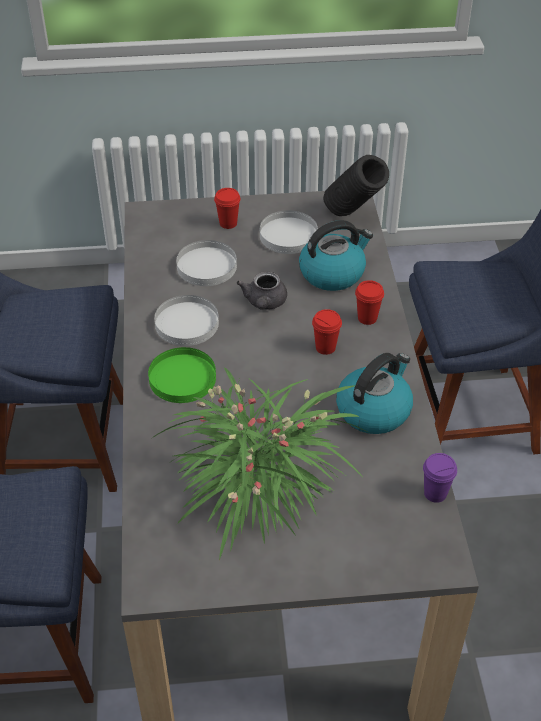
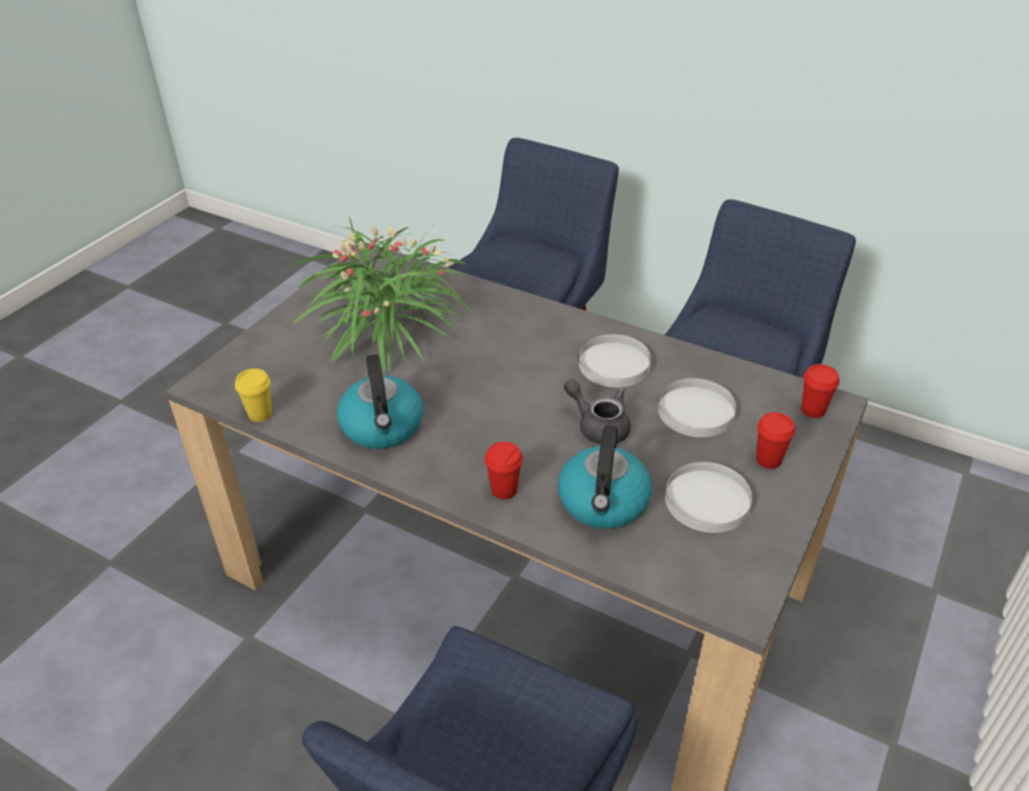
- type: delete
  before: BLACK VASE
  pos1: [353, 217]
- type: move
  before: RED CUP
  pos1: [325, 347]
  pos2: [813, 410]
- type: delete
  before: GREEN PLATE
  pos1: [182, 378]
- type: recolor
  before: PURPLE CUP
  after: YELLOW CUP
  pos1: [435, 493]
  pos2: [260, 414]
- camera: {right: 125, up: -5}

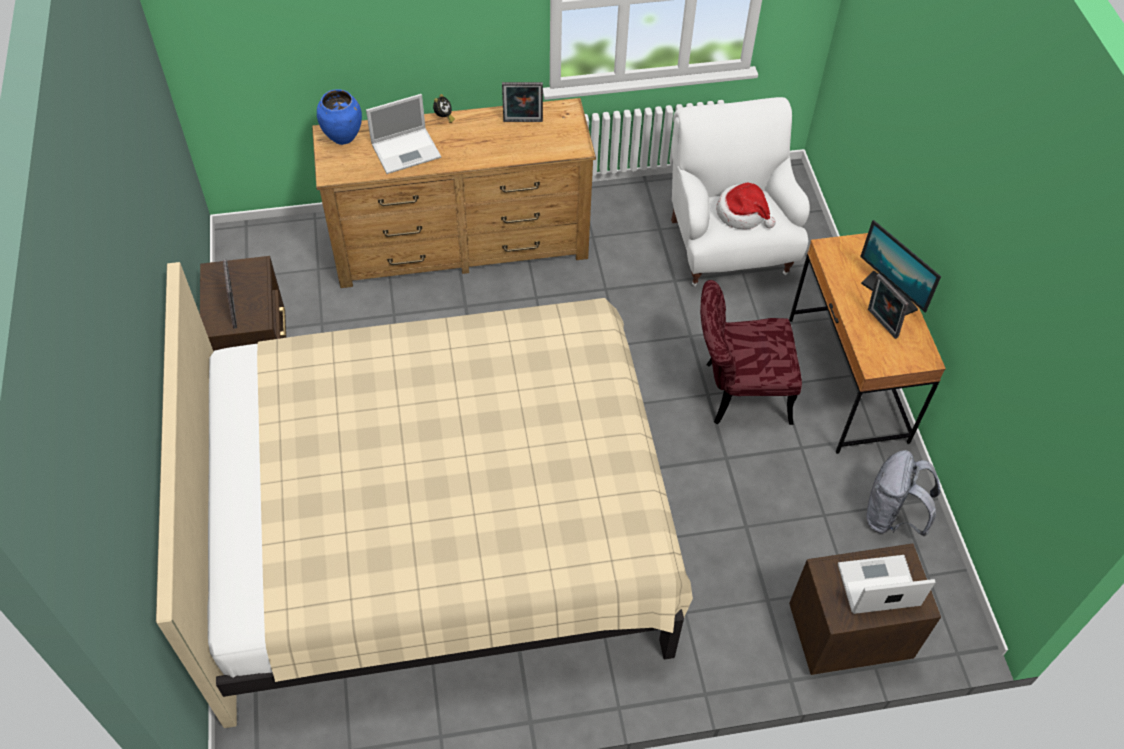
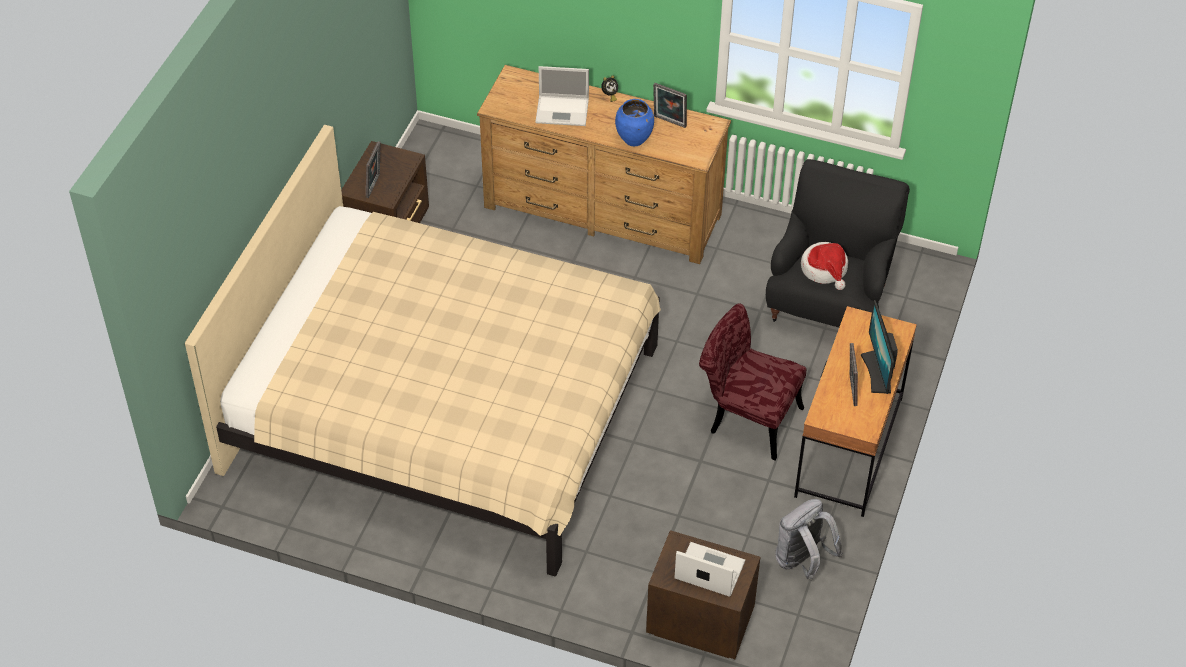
- type: move
  before: BLUE VASE
  pos1: [343, 137]
  pos2: [634, 140]
- type: recolor
  before: WHITE ARMCHAIR
  after: BLACK ARMCHAIR
  pos1: [728, 245]
  pos2: [829, 301]
- camera: {right: 30, up: -5}

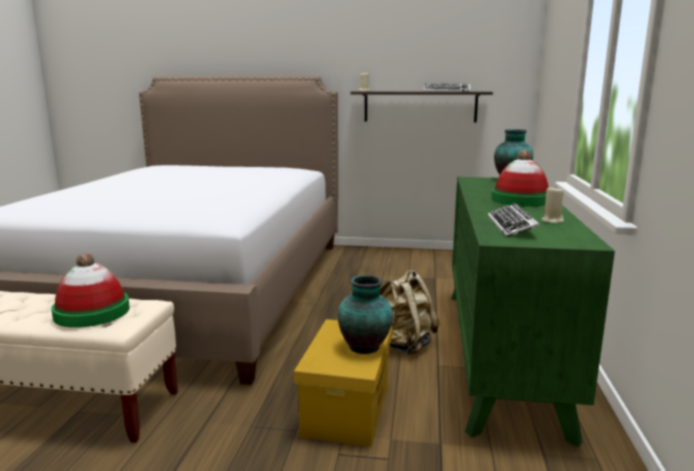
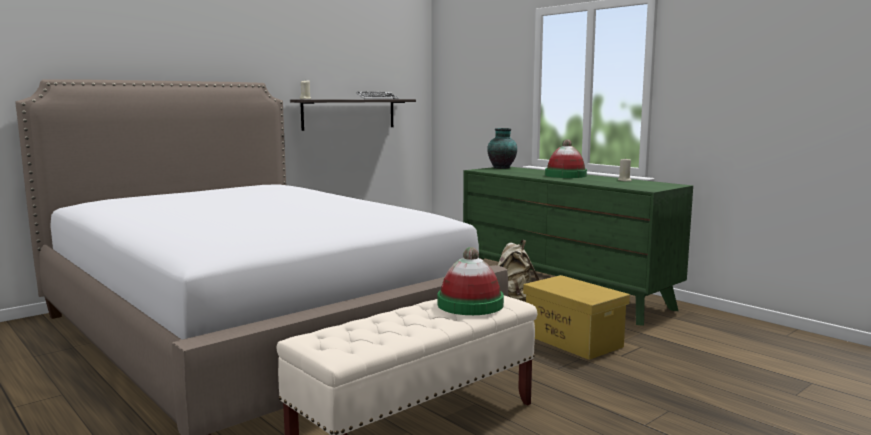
- type: delete
  before: KEYBOARD
  pos1: [511, 226]
- type: delete
  before: VASE
  pos1: [366, 347]
- camera: {right: -50, up: -5}

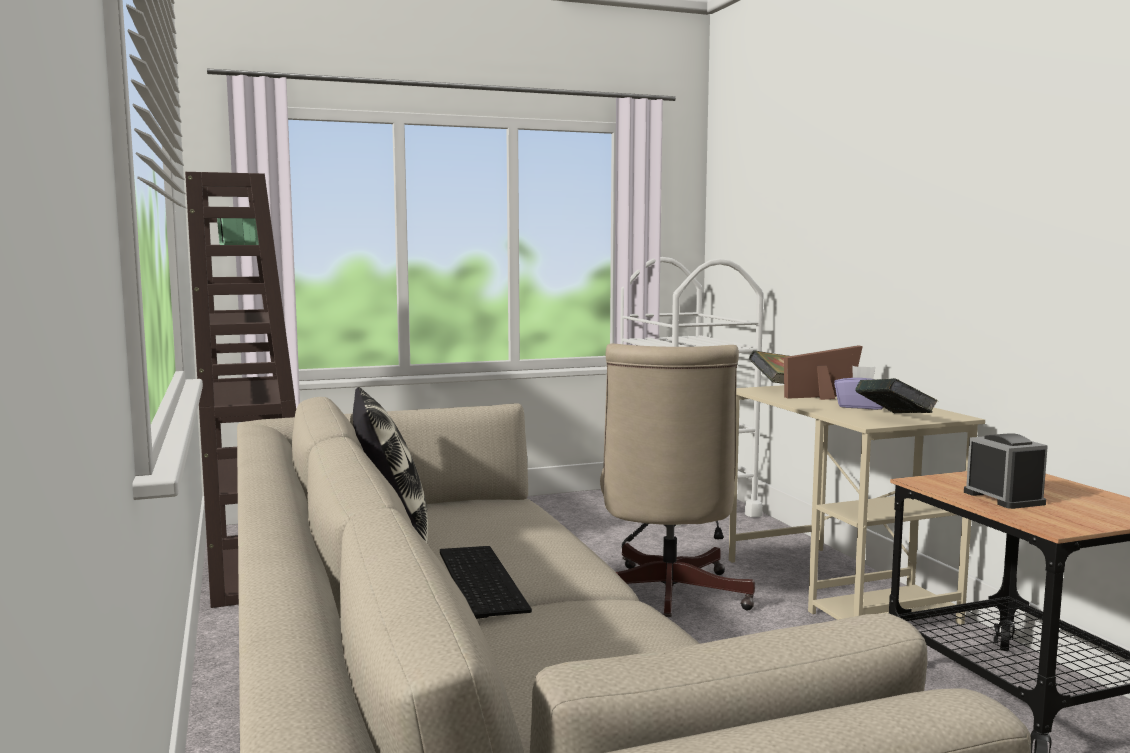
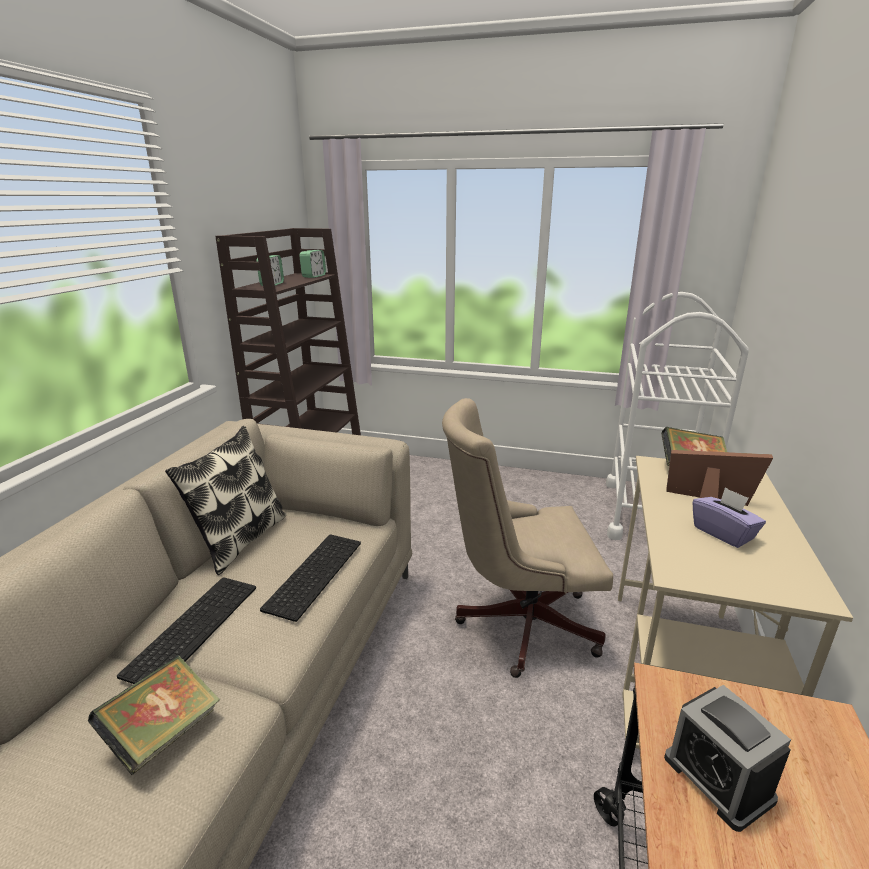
- type: rotate
  before: BEIGE OFFICE CHAIR
  pos1: [666, 599]
  pos2: [518, 622]
  turn: 45
- type: move
  before: BOOK
  pos1: [894, 419]
  pos2: [164, 733]
- type: rotate
  before: ALARM CLOCK
  pos1: [1003, 498]
  pos2: [717, 778]
  turn: 135
- type: insert
  after: KEYBOARD
  pos2: [313, 573]
- camera: {right: 35, up: 15}

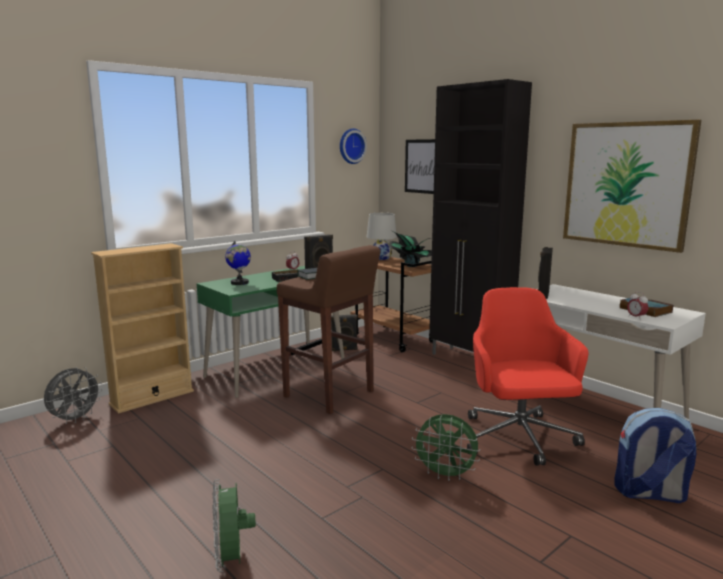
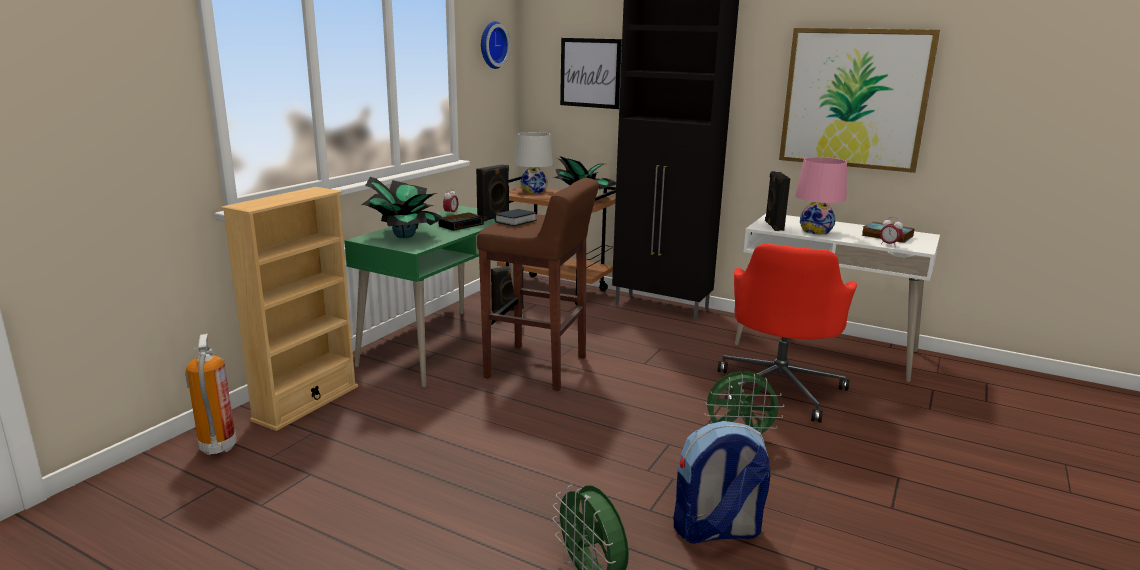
- type: replace
  before: GLOBE
  after: POTTED PLANT
  pos1: [239, 283]
  pos2: [405, 235]
- type: rotate
  before: RED OFFICE CHAIR
  pos1: [518, 439]
  pos2: [779, 389]
  turn: -135
- type: replace
  before: GREY FAN
  after: FIRE EXTINGUISHER
  pos1: [75, 419]
  pos2: [218, 448]
- type: move
  before: BACKPACK
  pos1: [649, 494]
  pos2: [716, 531]
- type: insert
  after: PINK TABLE LAMP
  pos2: [816, 231]
- camera: {right: -20, up: 5}

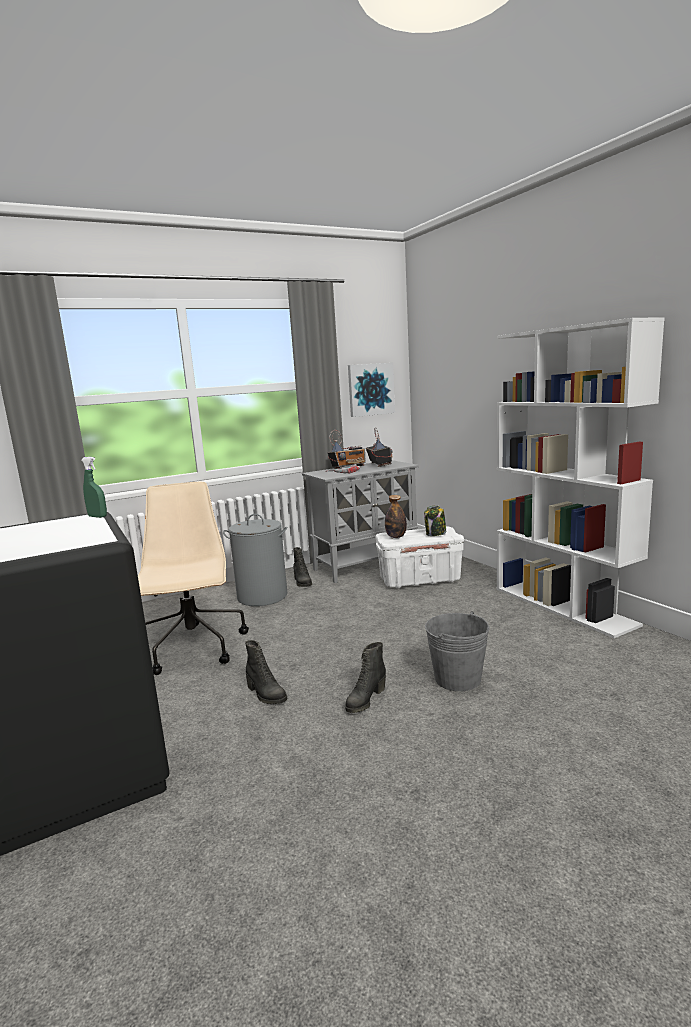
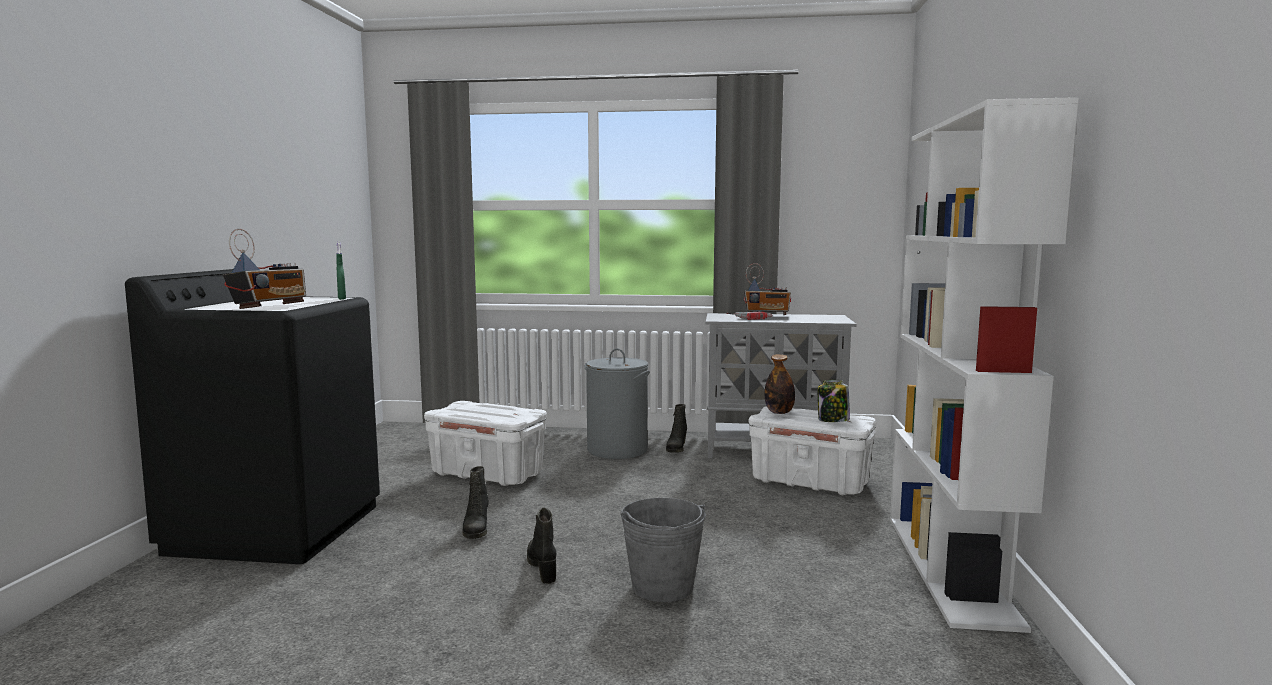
- type: delete
  before: PICTURE
  pos1: [370, 389]
- type: move
  before: RADIO
  pos1: [379, 464]
  pos2: [270, 306]
- type: replace
  before: BEIGE OFFICE CHAIR
  after: WHITE STORAGE BOX
  pos1: [194, 648]
  pos2: [488, 474]
- type: rotate
  before: BLACK BOOT
  pos1: [365, 700]
  pos2: [543, 567]
  turn: 90
- camera: {right: 35, up: -5}

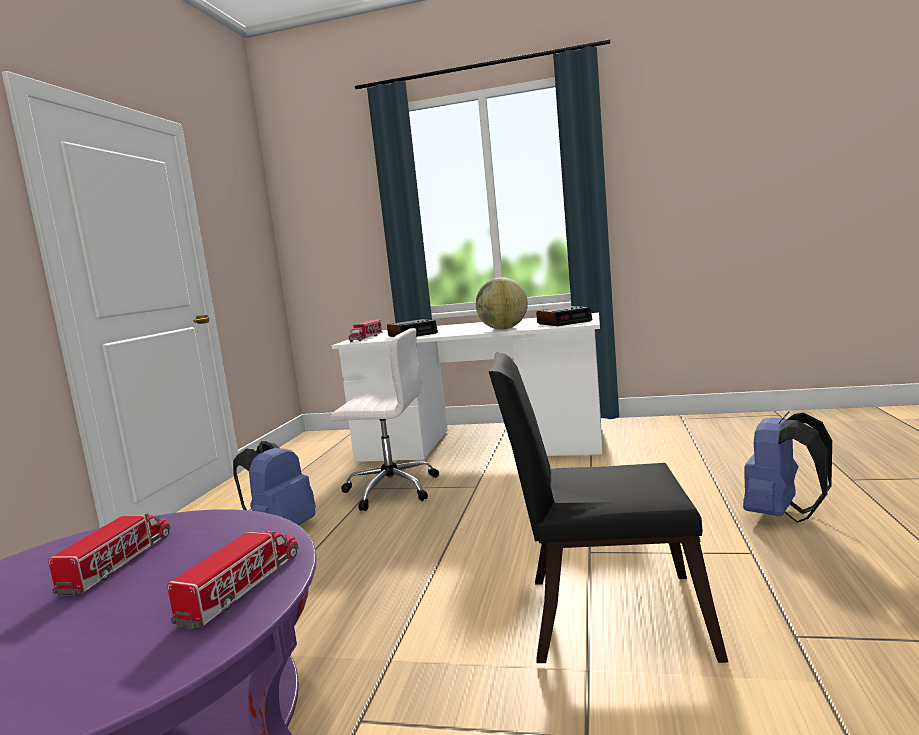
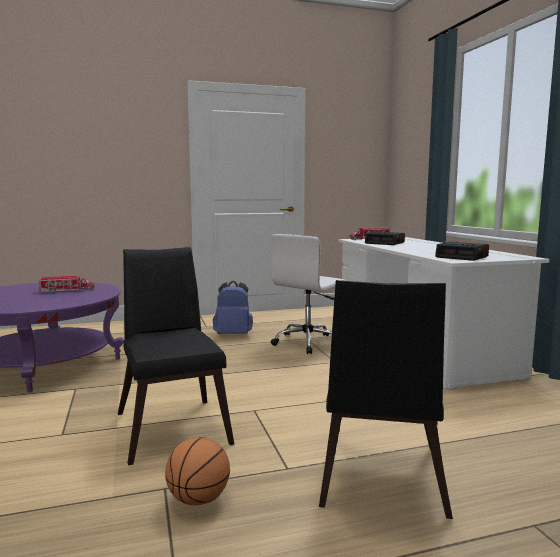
- type: delete
  before: GLOBE
  pos1: [503, 329]
- type: rotate
  before: WHITE OFFICE CHAIR
  pos1: [390, 489]
  pos2: [308, 342]
  turn: 60
- type: replace
  before: BLUE BACKPACK
  after: BLACK CHAIR
  pos1: [782, 515]
  pos2: [379, 480]
- type: delete
  before: TOY TRUCK
  pos1: [243, 587]
- type: insert
  after: BASKETBALL
  pos2: [198, 499]
- camera: {right: 60, up: 0}

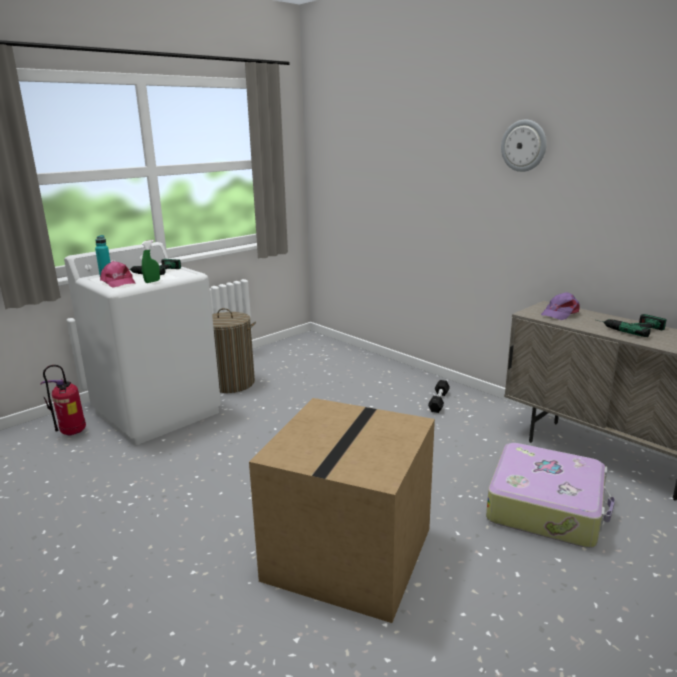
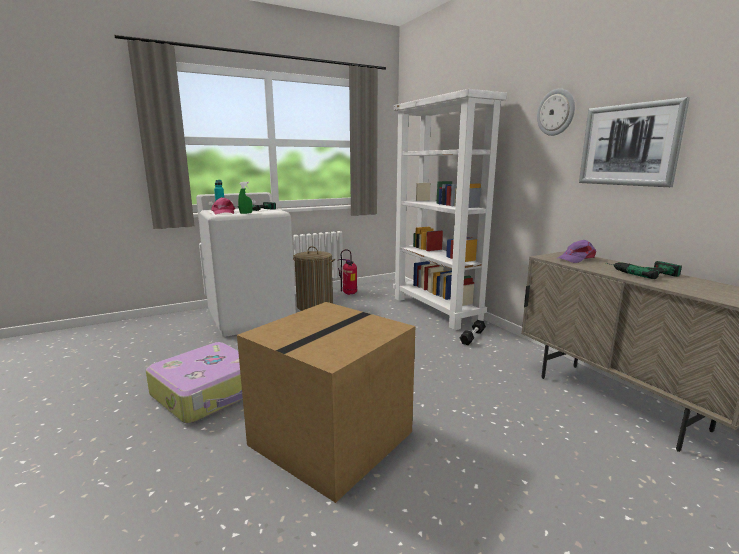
- type: move
  before: FIRE EXTINGUISHER
  pos1: [72, 433]
  pos2: [349, 294]
- type: move
  before: SUITCASE
  pos1: [546, 506]
  pos2: [208, 393]
- type: insert
  after: WHITE BOOKCASE
  pos2: [436, 310]
- type: insert
  after: PICTURE
  pos2: [629, 145]
- camera: {right: 15, up: -5}

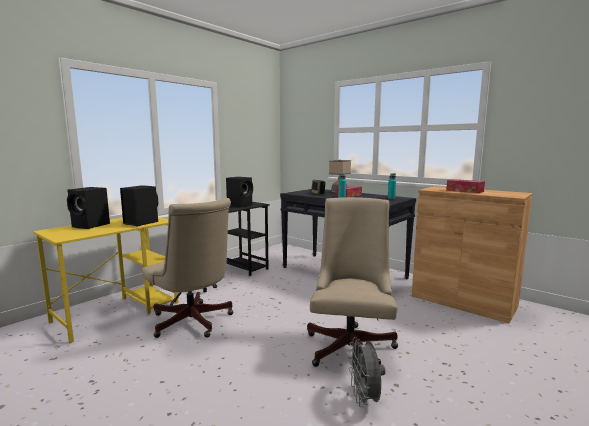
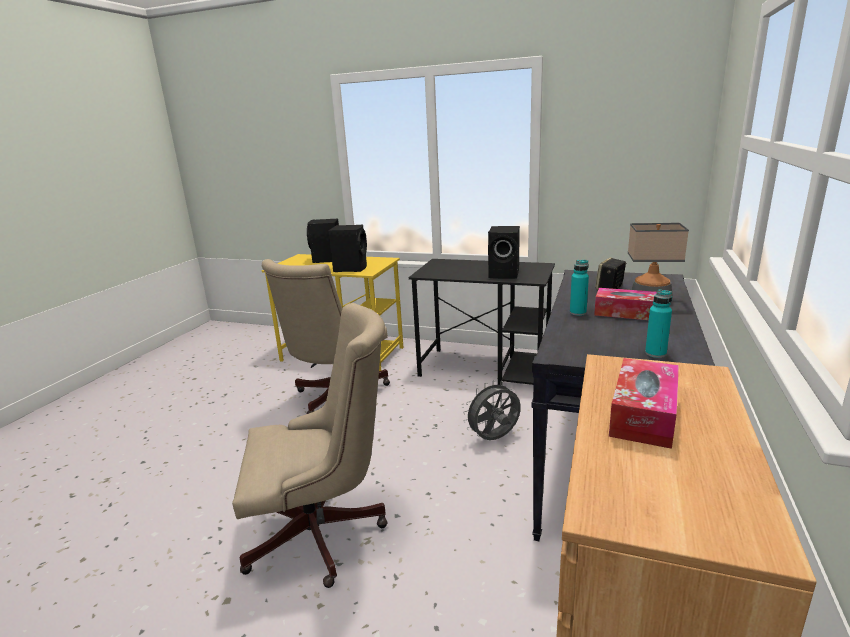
- type: move
  before: GREY FAN
  pos1: [365, 399]
  pos2: [494, 439]
- camera: {right: 70, up: 10}

